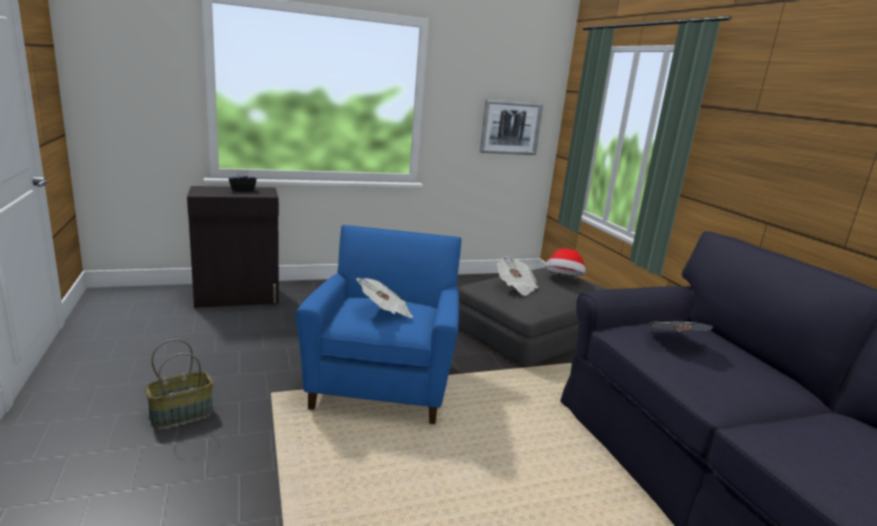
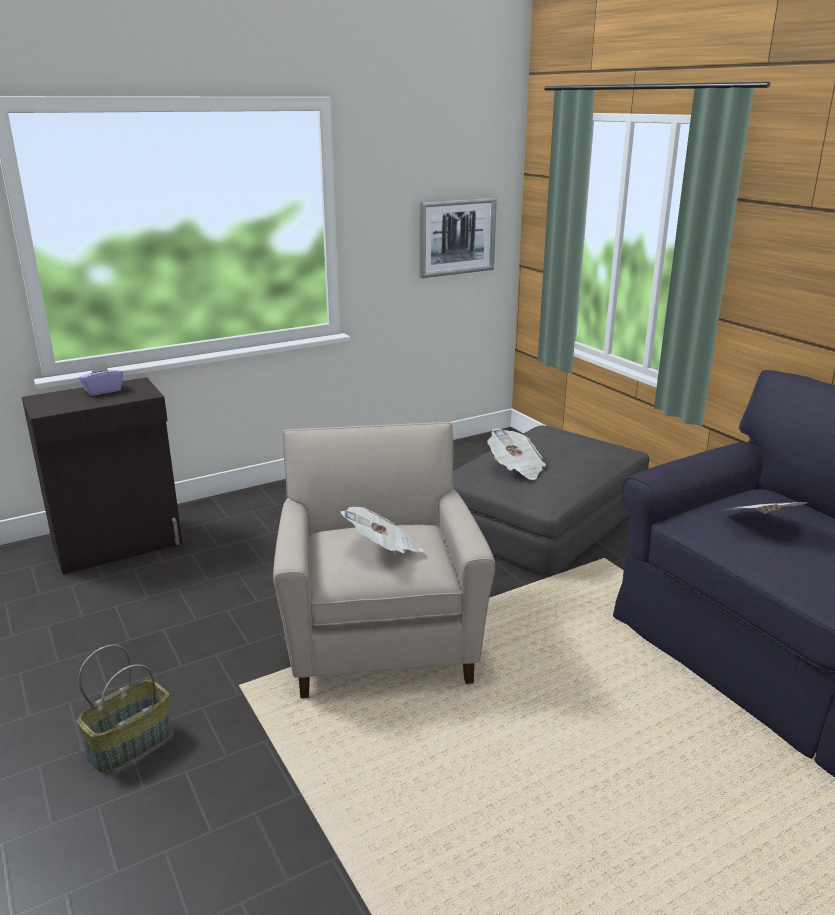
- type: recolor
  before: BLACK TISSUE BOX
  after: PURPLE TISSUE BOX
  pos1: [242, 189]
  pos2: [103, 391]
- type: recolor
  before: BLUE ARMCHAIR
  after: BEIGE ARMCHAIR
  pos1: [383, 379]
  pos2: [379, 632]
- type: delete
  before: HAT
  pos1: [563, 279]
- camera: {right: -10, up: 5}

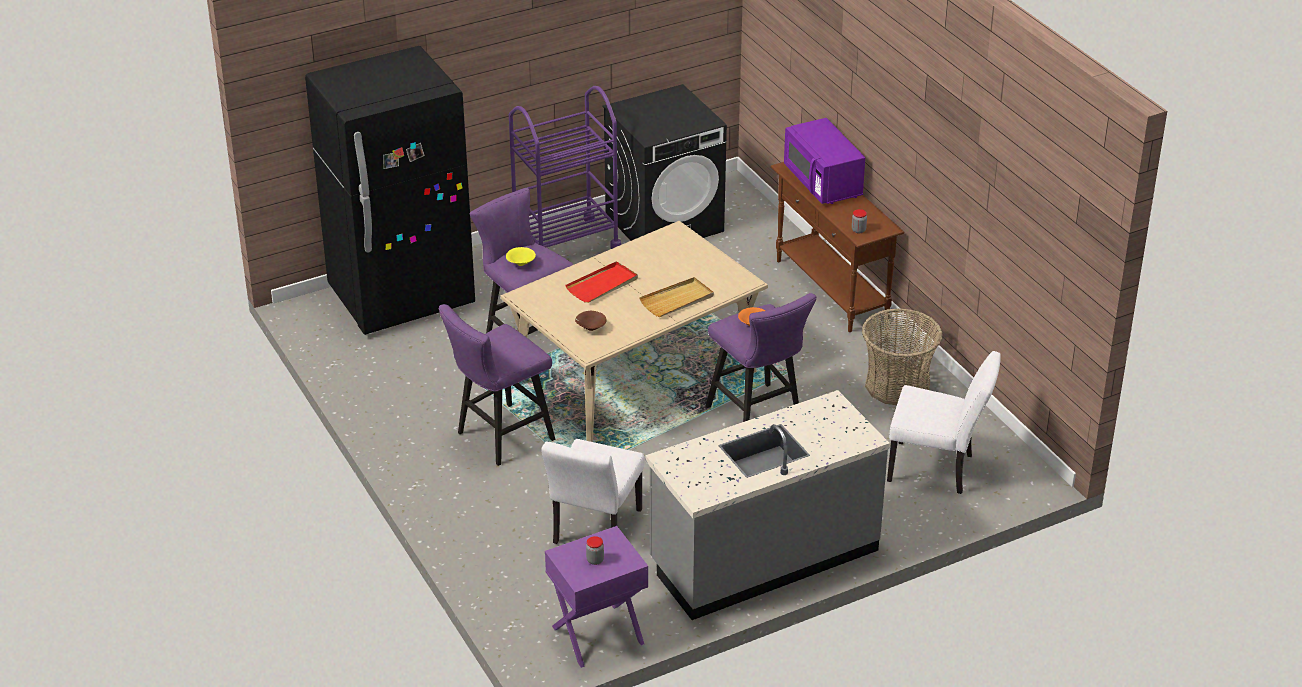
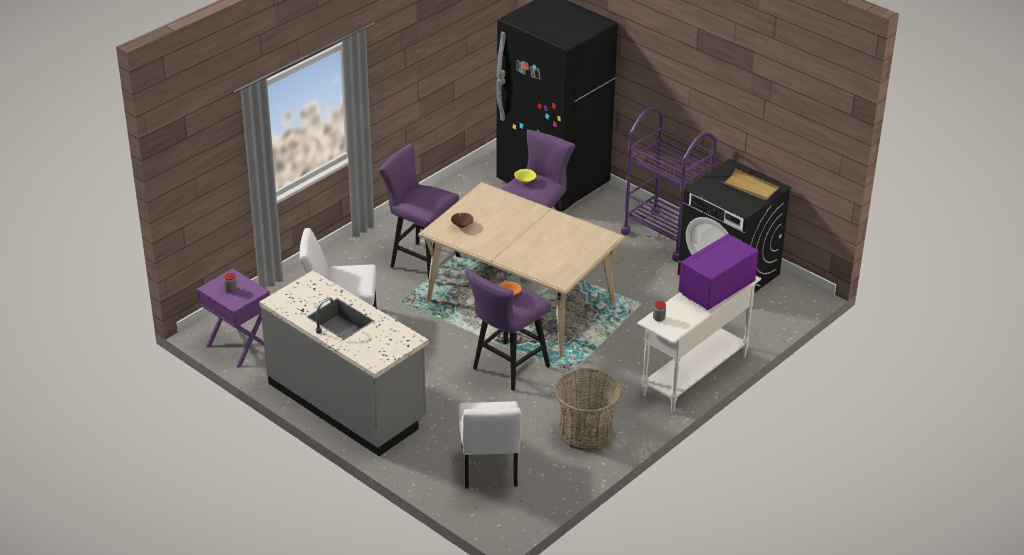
- type: recolor
  before: BROWN CONSOLE TABLE
  after: WHITE CONSOLE TABLE
  pos1: [831, 290]
  pos2: [693, 375]
- type: delete
  before: RED TRAY
  pos1: [602, 285]
- type: move
  before: BEIGE TRAY
  pos1: [677, 300]
  pos2: [750, 187]
- camera: {right: 70, up: 0}

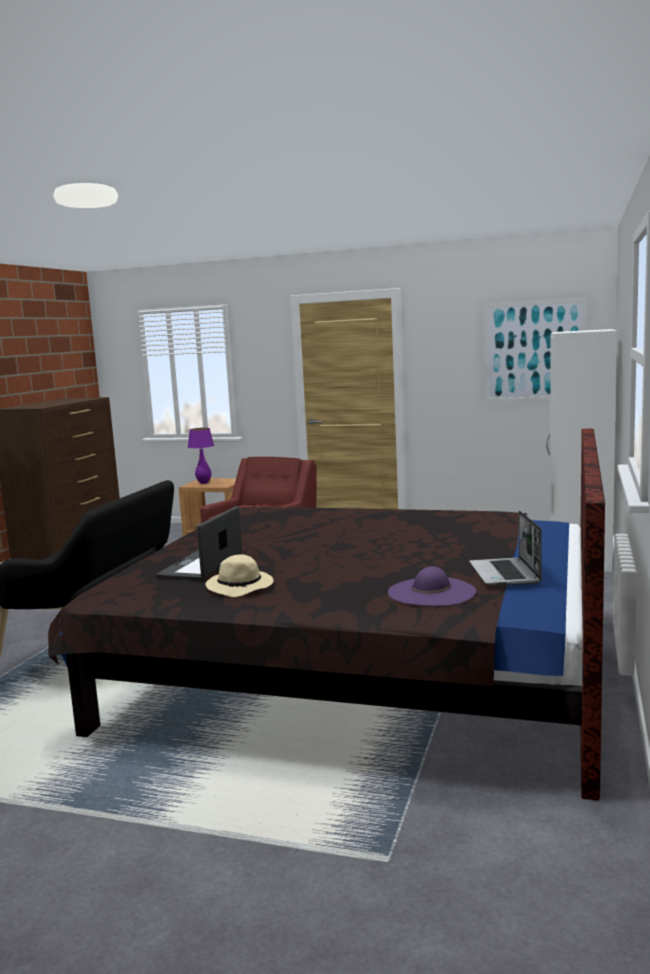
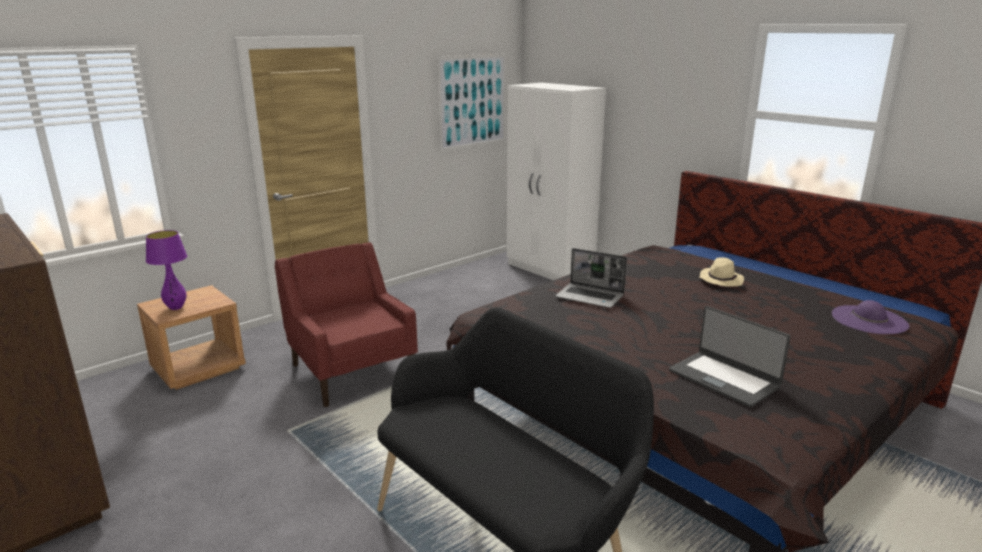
- type: move
  before: LAPTOP
  pos1: [505, 574]
  pos2: [591, 297]
- type: move
  before: BEIGE HAT
  pos1: [241, 587]
  pos2: [720, 280]
- camera: {right: -60, up: 10}

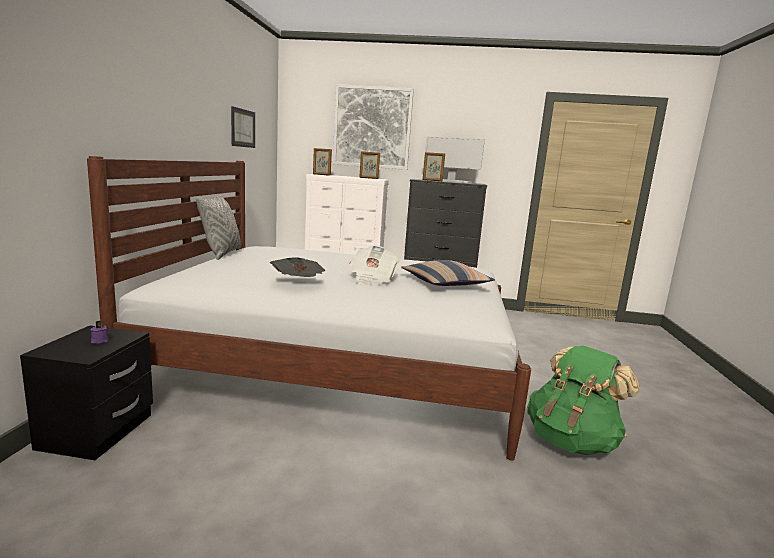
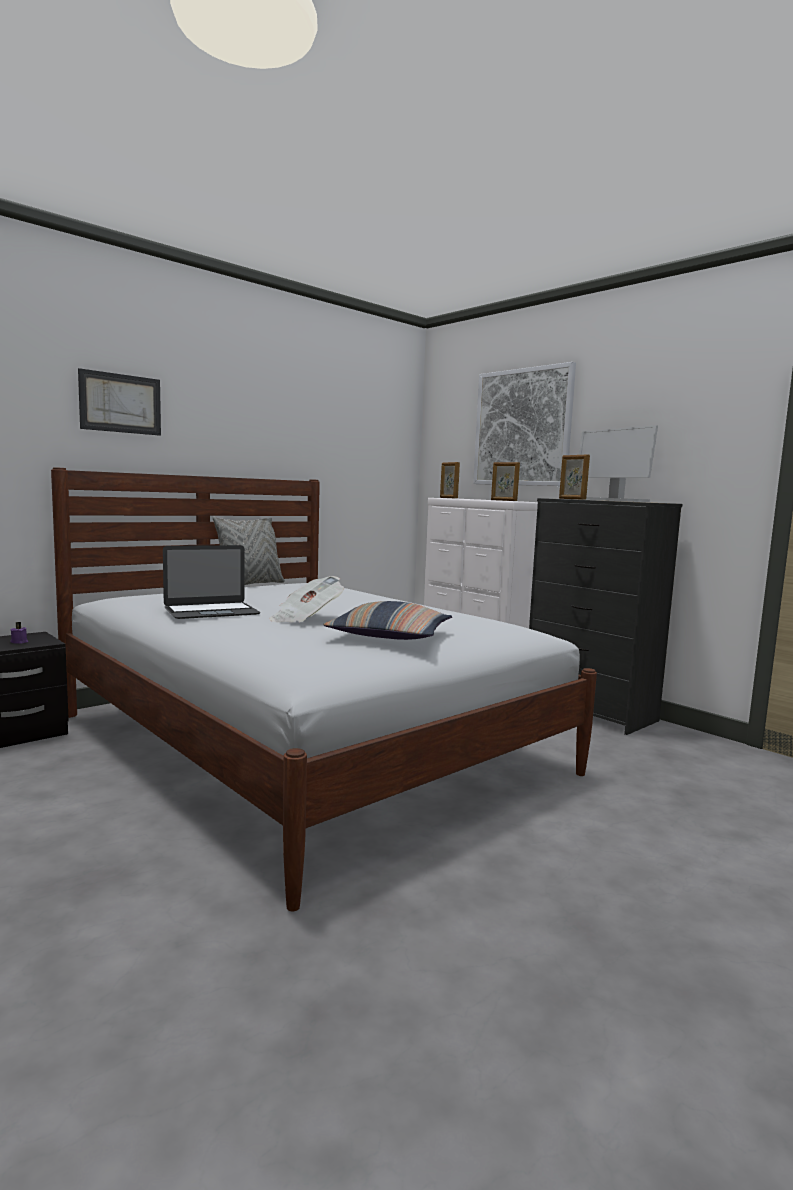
- type: move
  before: PICTURE
  pos1: [243, 128]
  pos2: [120, 403]
- type: replace
  before: NEWSPAPER
  after: LAPTOP
  pos1: [298, 282]
  pos2: [211, 611]
- type: delete
  before: GREEN BACKPACK
  pos1: [572, 441]
- camera: {right: 40, up: -5}

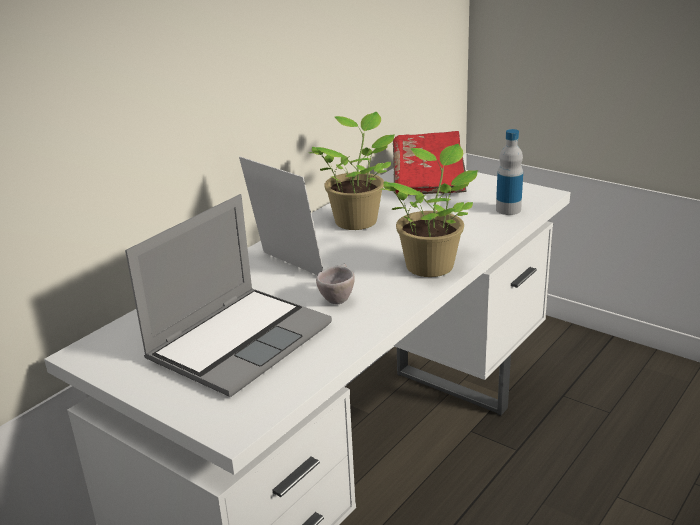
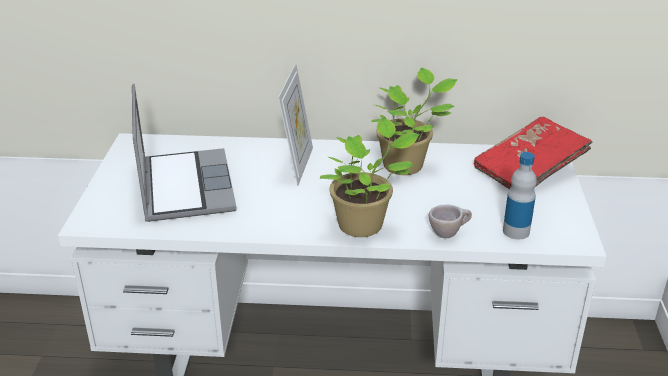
- type: rotate
  before: LAPTOP
  pos1: [240, 341]
  pos2: [184, 186]
  turn: -105
- type: move
  before: BEIGE CUP
  pos1: [338, 298]
  pos2: [449, 233]
- camera: {right: 55, up: 5}

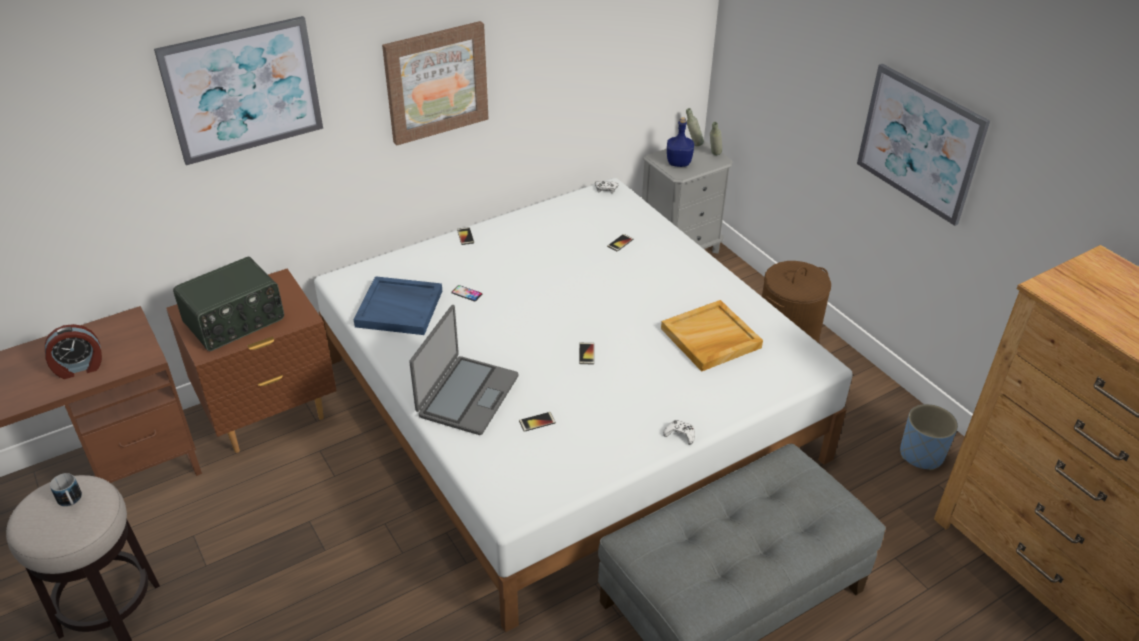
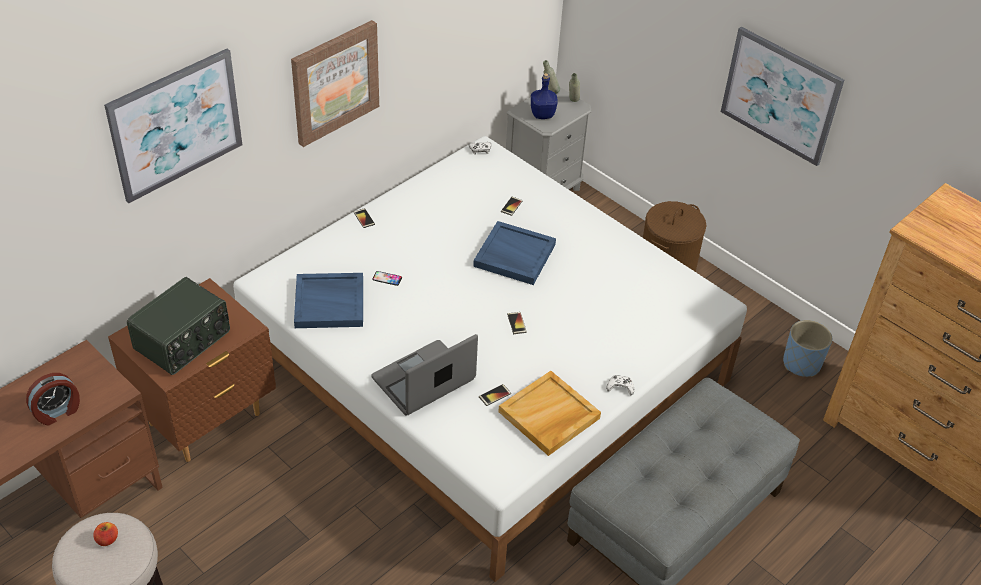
- type: move
  before: BEIGE TRAY
  pos1: [710, 339]
  pos2: [549, 416]
- type: rotate
  before: LAPTOP
  pos1: [467, 396]
  pos2: [424, 380]
  turn: -135
- type: replace
  before: MUG
  after: APPLE
  pos1: [71, 501]
  pos2: [107, 539]
- type: insert
  after: BLUE TRAY
  pos2: [514, 255]
- camera: {right: -15, up: 5}

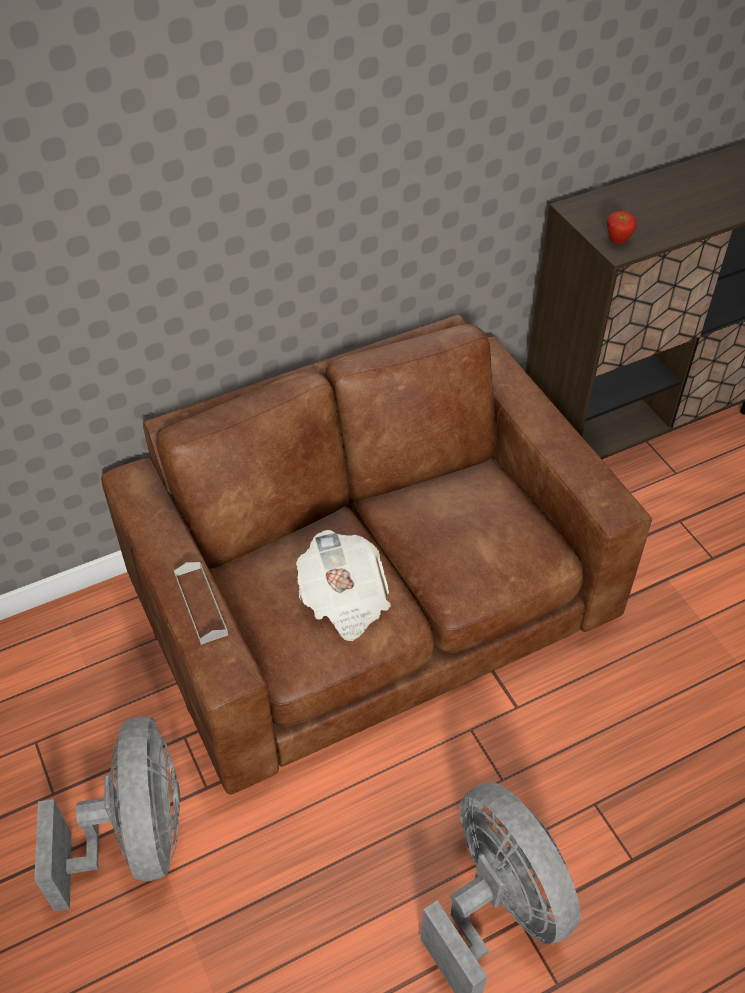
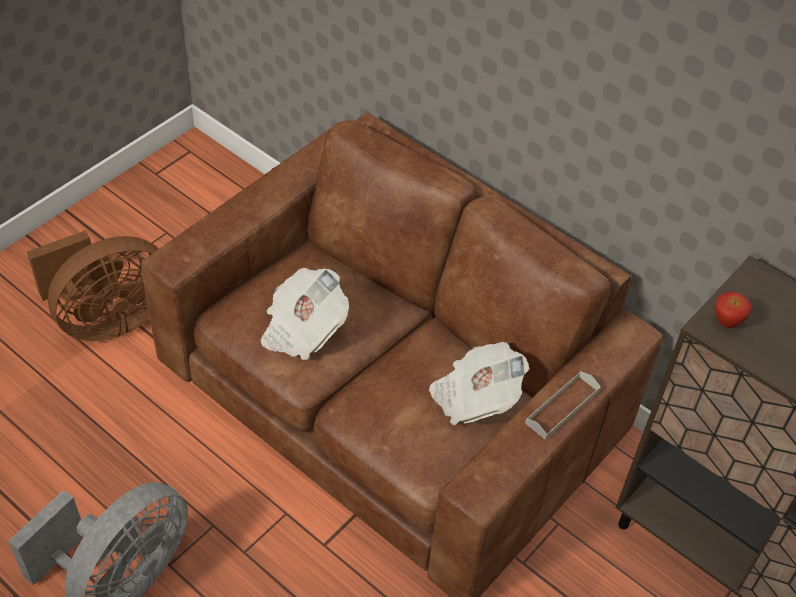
- type: move
  before: GREY TRAY
  pos1: [201, 605]
  pos2: [562, 407]
- type: recolor
  before: GREY FAN
  after: BROWN FAN
  pos1: [137, 838]
  pos2: [109, 319]
- type: insert
  after: NEWSPAPER
  pos2: [475, 397]
- camera: {right: 65, up: 0}

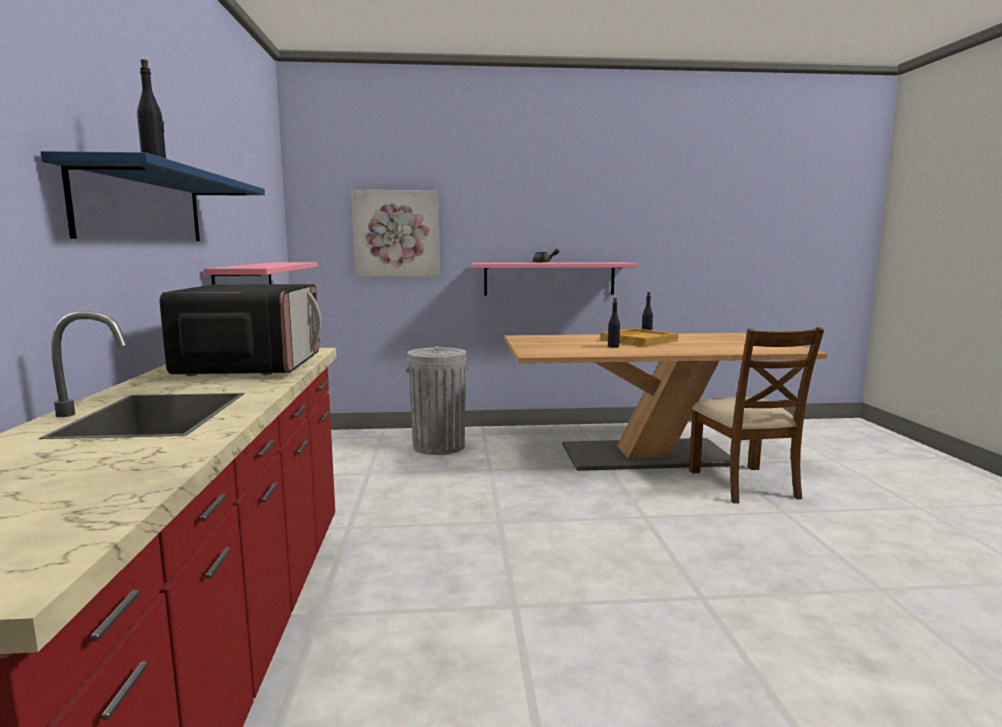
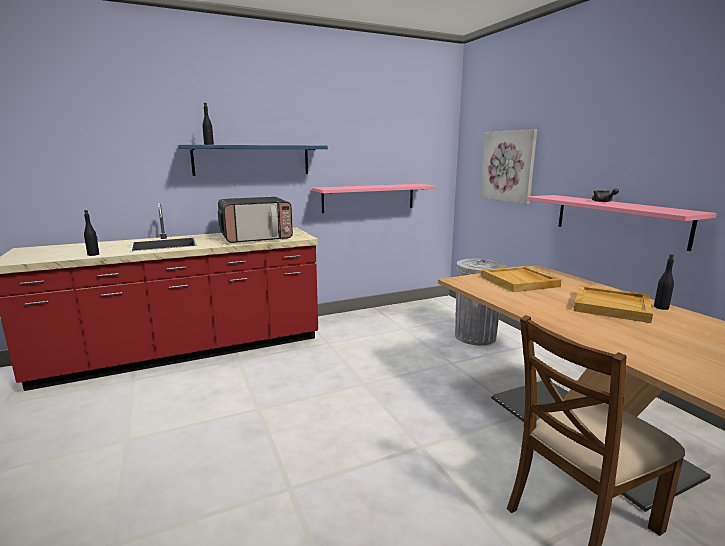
- type: move
  before: BLACK BOTTLE
  pos1: [613, 347]
  pos2: [93, 254]
- type: insert
  after: BEIGE TRAY
  pos2: [520, 281]
- camera: {right: 70, up: 5}

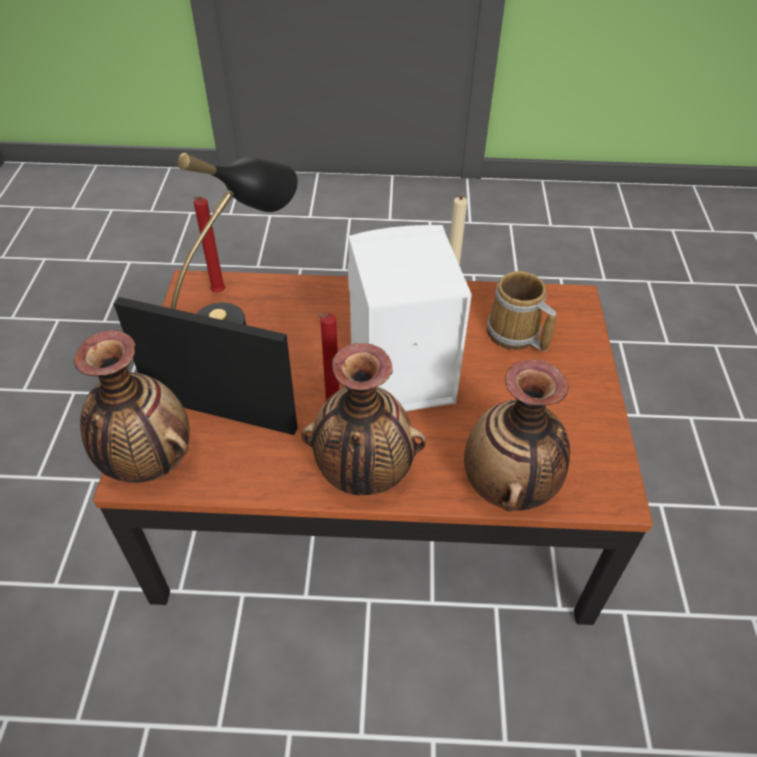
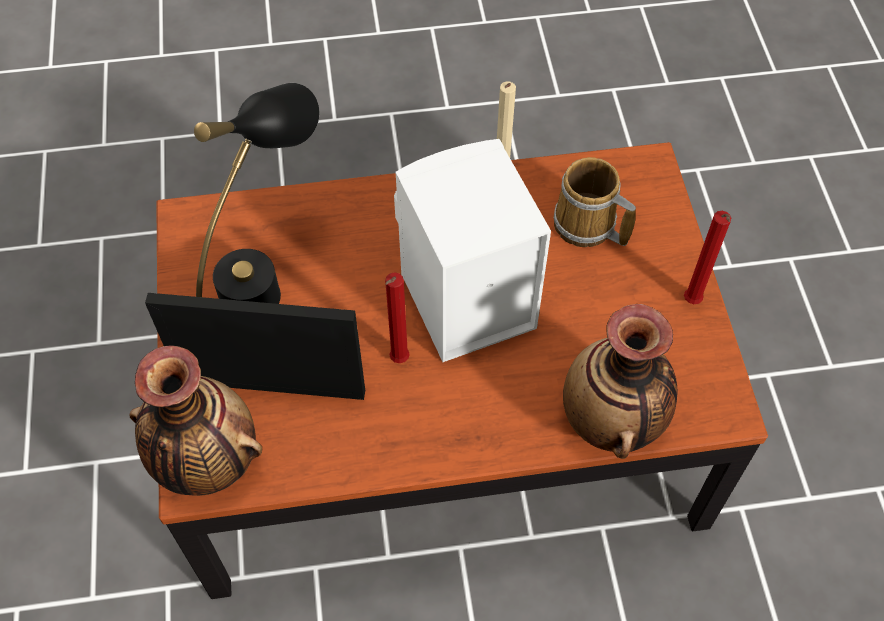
- type: move
  before: RED CANDLE
  pos1: [217, 294]
  pos2: [692, 303]
- type: delete
  before: VASE
  pos1: [363, 473]
- camera: {right: -10, up: 10}

